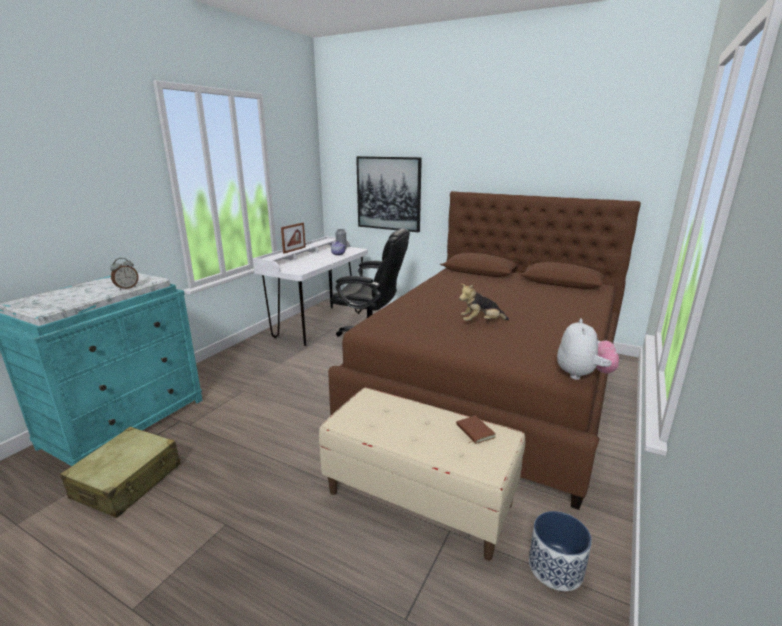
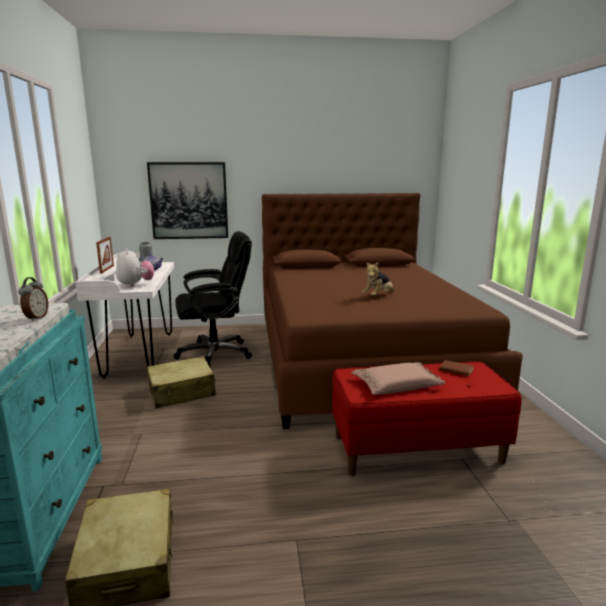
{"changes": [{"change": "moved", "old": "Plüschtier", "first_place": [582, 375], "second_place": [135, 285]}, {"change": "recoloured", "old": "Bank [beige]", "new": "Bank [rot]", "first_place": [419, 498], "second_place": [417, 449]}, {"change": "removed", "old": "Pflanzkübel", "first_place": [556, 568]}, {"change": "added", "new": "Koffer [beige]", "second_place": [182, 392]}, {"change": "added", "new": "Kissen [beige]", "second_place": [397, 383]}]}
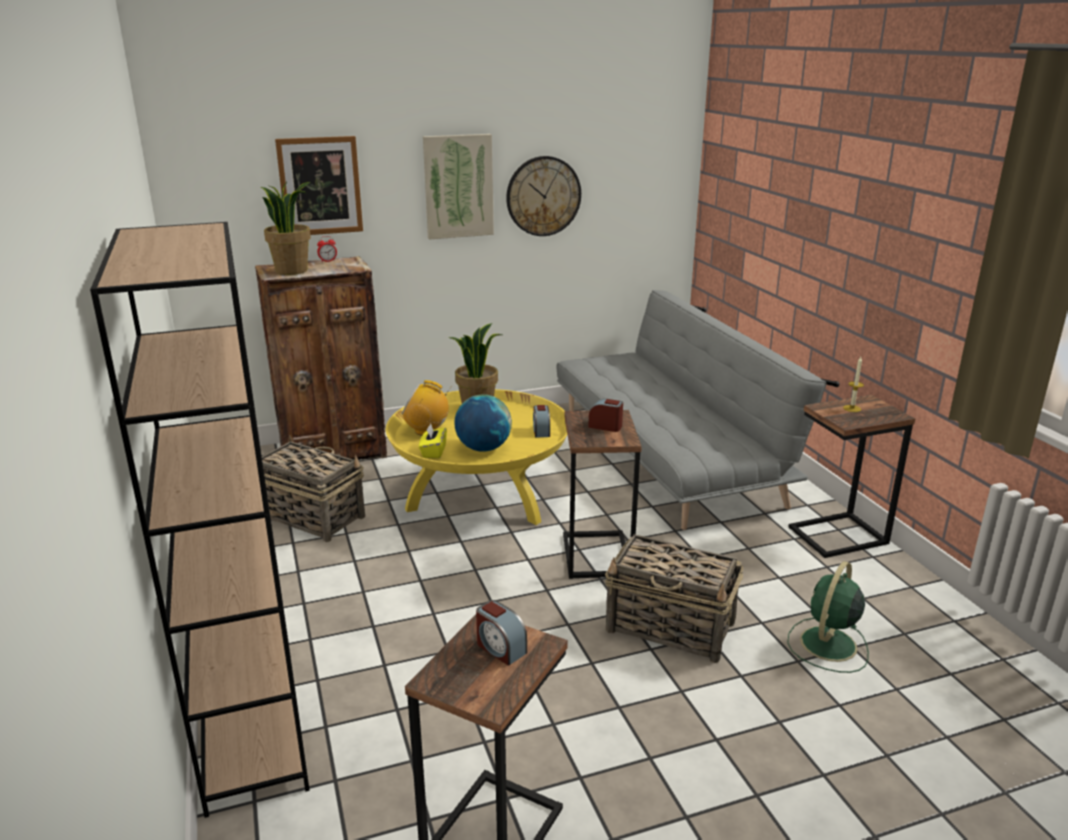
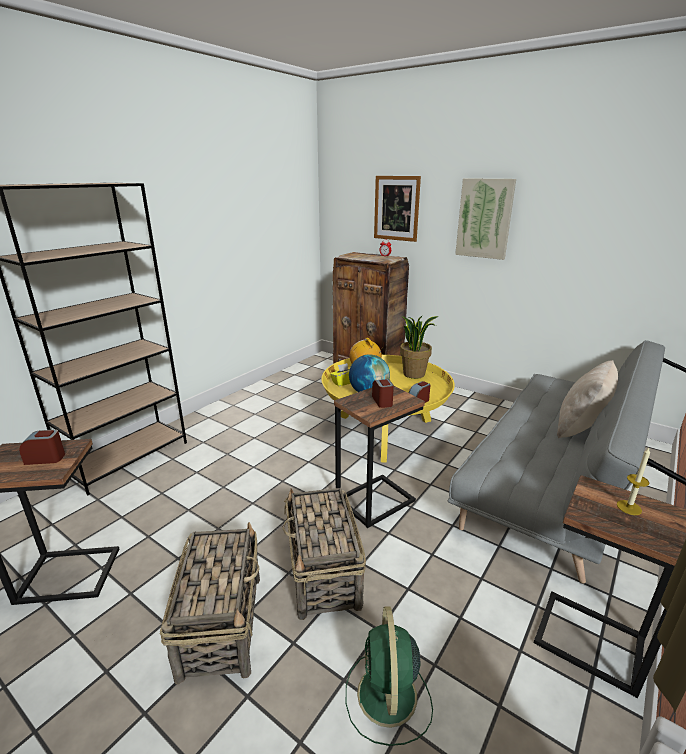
{"changes": [{"change": "removed", "old": "Wanduhr", "first_place": [543, 196]}, {"change": "removed", "old": "Topfpflanze", "first_place": [292, 270]}, {"change": "moved", "old": "Korb", "first_place": [311, 516], "second_place": [222, 623]}, {"change": "turned", "old": "Ventilator [grün]", "first_place": [827, 645], "second_place": [387, 697], "degrees": -90}, {"change": "turned", "old": "Wecker", "first_place": [500, 648], "second_place": [46, 458], "degrees": 75}, {"change": "added", "new": "Kissen [beige]", "second_place": [580, 428]}]}
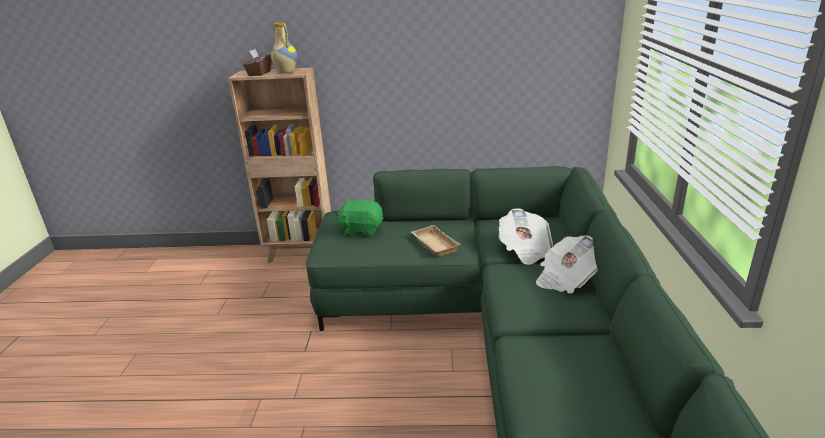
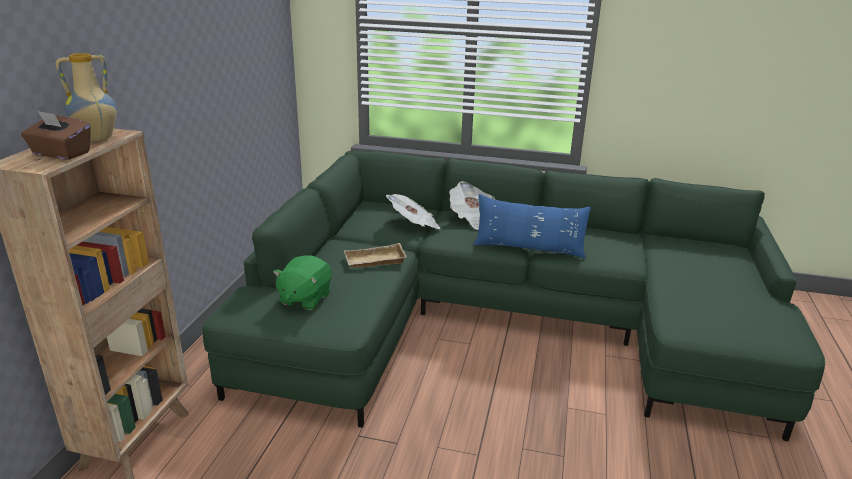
{"changes": [{"change": "added", "new": "Kissen [blau]", "second_place": [528, 248]}]}
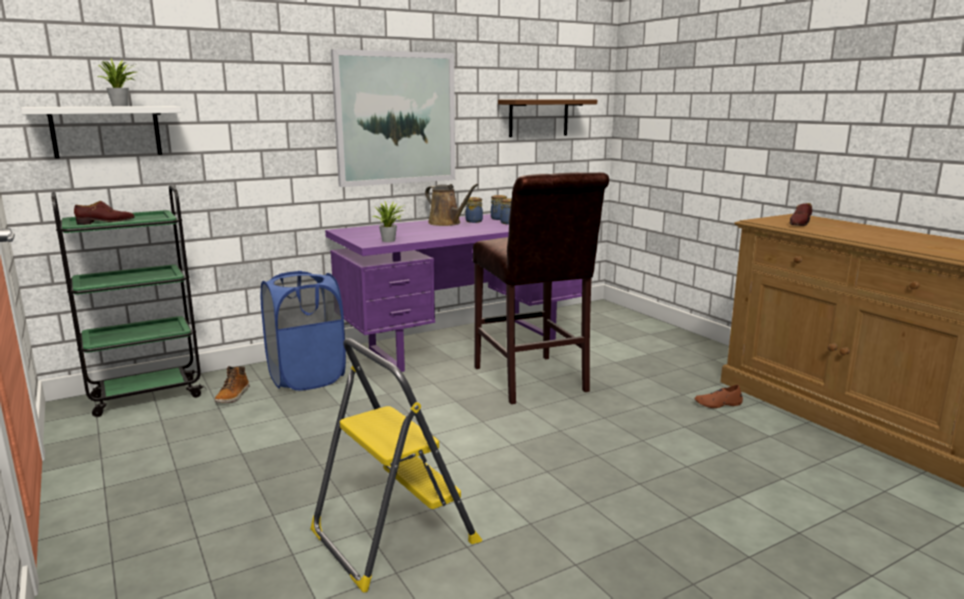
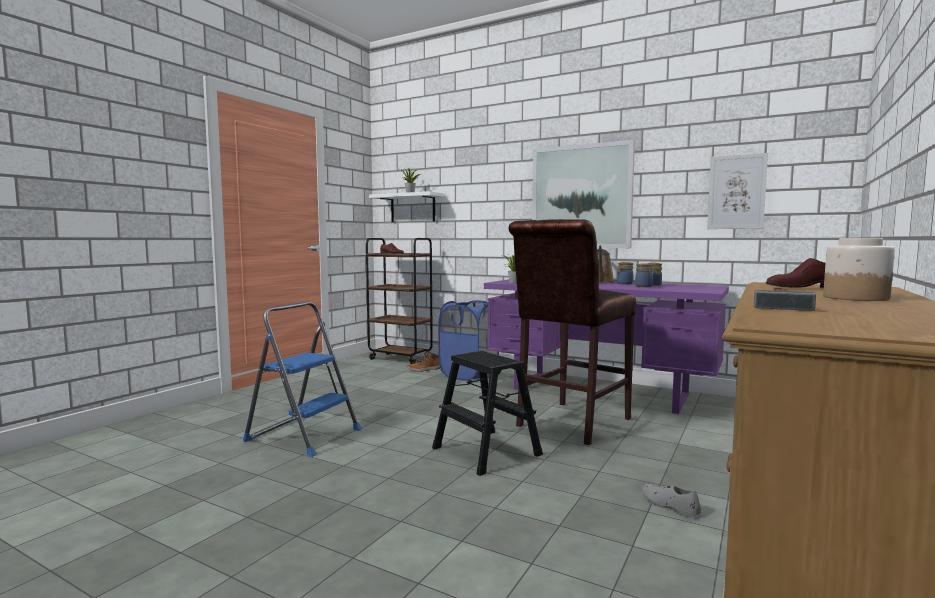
{"changes": [{"change": "replaced", "old": "Wandregal [braun]", "new": "Bild", "first_place": [538, 118], "second_place": [736, 192]}, {"change": "recoloured", "old": "Rollwagen [grün]", "new": "Rollwagen [braun]", "first_place": [148, 396], "second_place": [401, 359]}, {"change": "recoloured", "old": "Trittleiter [gelb]", "new": "Trittleiter [blau]", "first_place": [388, 537], "second_place": [301, 434]}, {"change": "recoloured", "old": "Schuh [braun]", "new": "Schuh [grau]", "first_place": [718, 404], "second_place": [669, 505]}, {"change": "added", "new": "Vorratsglas", "second_place": [854, 298]}, {"change": "added", "new": "Hammer", "second_place": [779, 302]}, {"change": "added", "new": "Trittleiter [schwarz]", "second_place": [486, 451]}]}
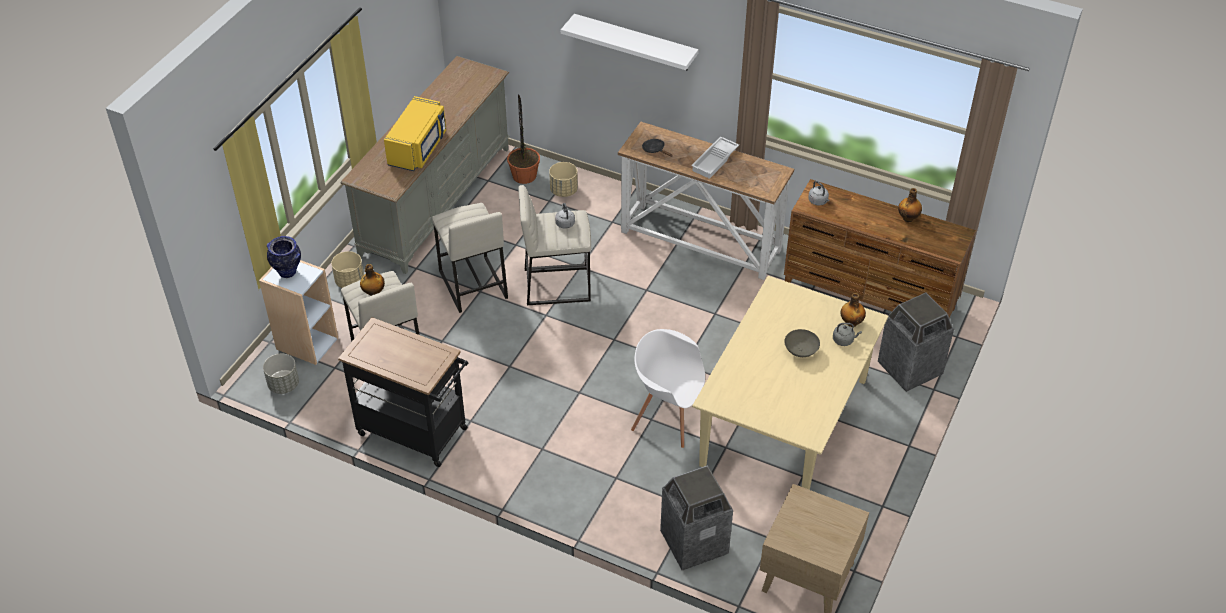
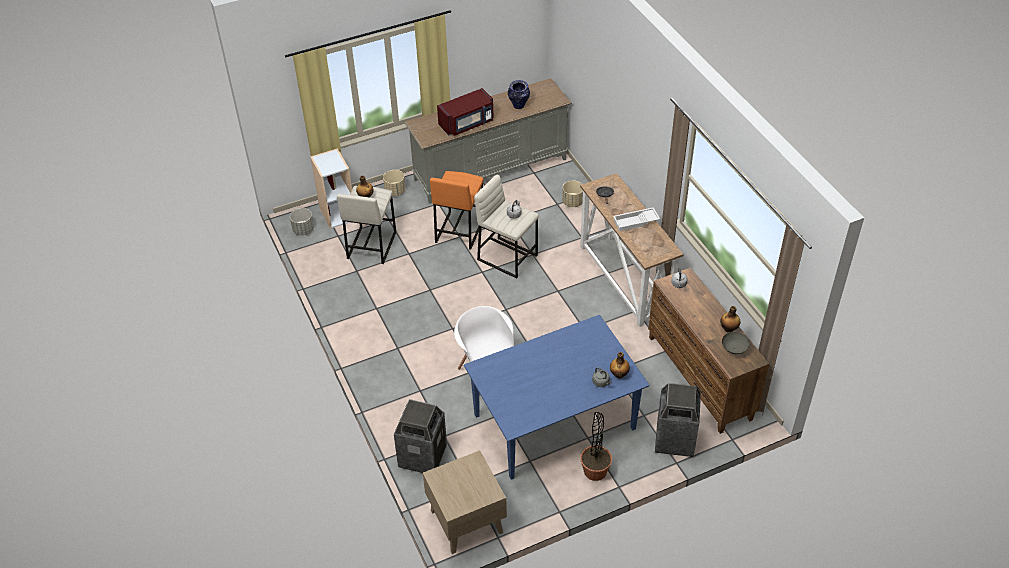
{"changes": [{"change": "removed", "old": "Wandregal [weiß]", "first_place": [635, 42]}, {"change": "moved", "old": "Topfpflanze", "first_place": [524, 176], "second_place": [595, 471]}, {"change": "recoloured", "old": "Mikrowelle [gelb]", "new": "Mikrowelle [rot]", "first_place": [418, 148], "second_place": [467, 123]}, {"change": "recoloured", "old": "Hocker [beige]", "new": "Hocker [orange]", "first_place": [473, 284], "second_place": [459, 230]}, {"change": "moved", "old": "Vase", "first_place": [288, 272], "second_place": [519, 106]}, {"change": "recoloured", "old": "Esstisch [beige]", "new": "Esstisch [blau]", "first_place": [784, 422], "second_place": [554, 421]}, {"change": "removed", "old": "Rollwagen [schwarz]", "first_place": [415, 433]}, {"change": "moved", "old": "Schüssel [grau]", "first_place": [801, 350], "second_place": [734, 349]}]}
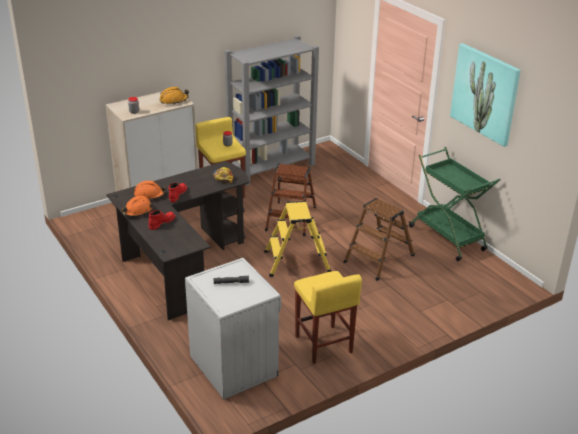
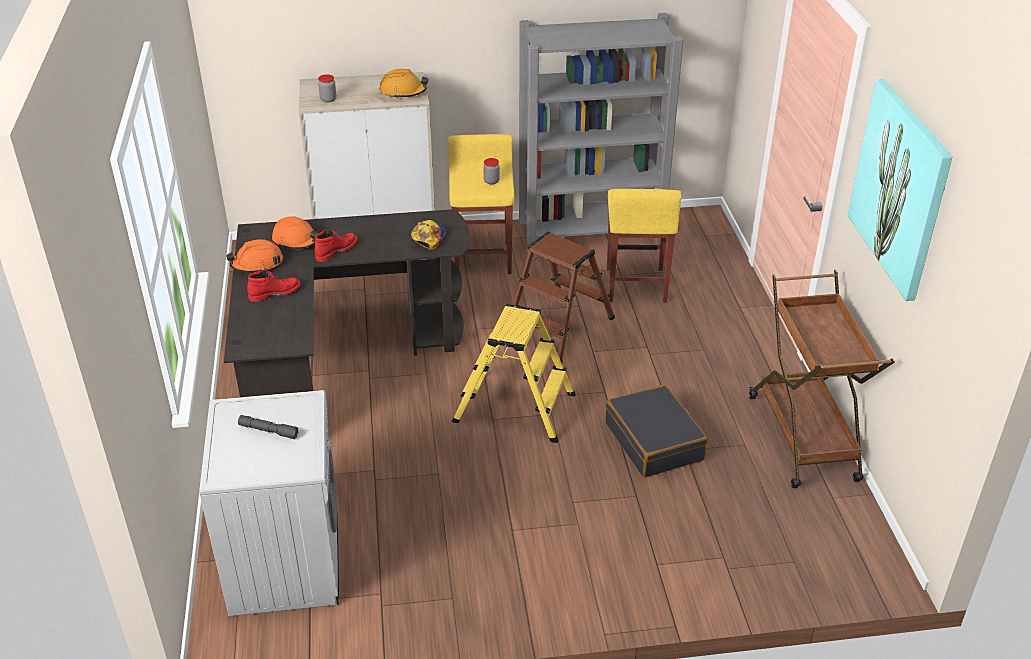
{"changes": [{"change": "recoloured", "old": "Rollwagen [grün]", "new": "Rollwagen [braun]", "first_place": [447, 239], "second_place": [803, 439]}, {"change": "replaced", "old": "Trittleiter [braun]", "new": "Koffer [schwarz]", "first_place": [379, 258], "second_place": [654, 441]}, {"change": "moved", "old": "Hocker [gelb]", "first_place": [323, 345], "second_place": [635, 285]}]}
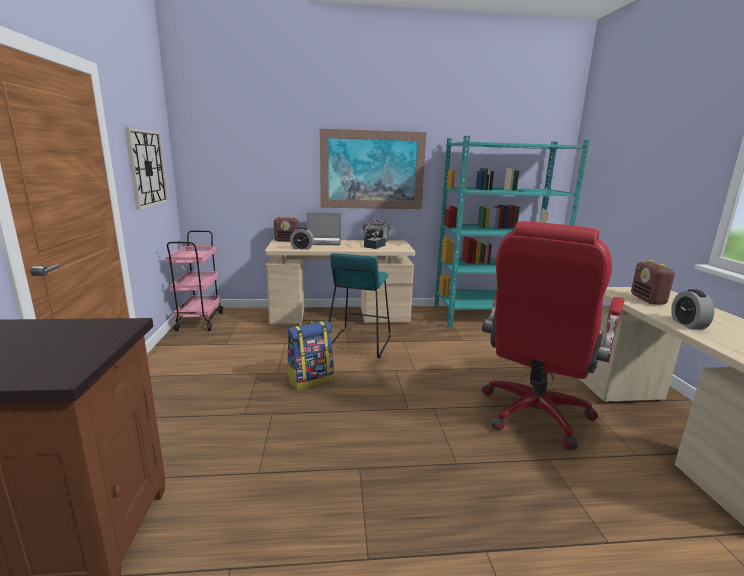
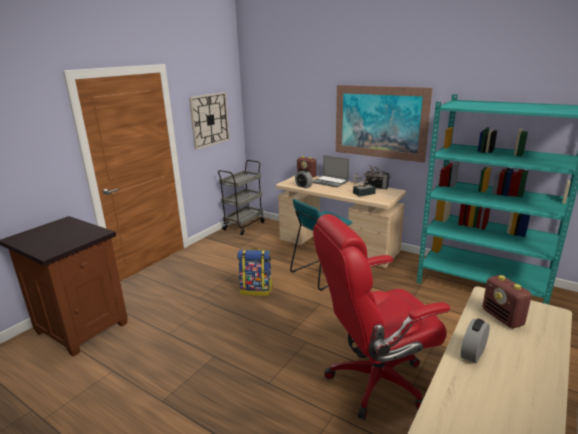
{"changes": [{"change": "recoloured", "old": "Rollwagen [rosa]", "new": "Rollwagen [grau]", "first_place": [200, 321], "second_place": [244, 226]}, {"change": "turned", "old": "Radio", "first_place": [648, 300], "second_place": [503, 318], "degrees": -60}]}
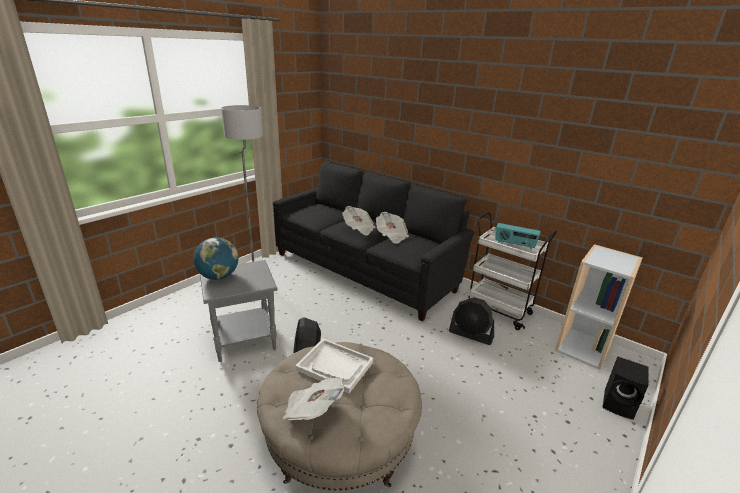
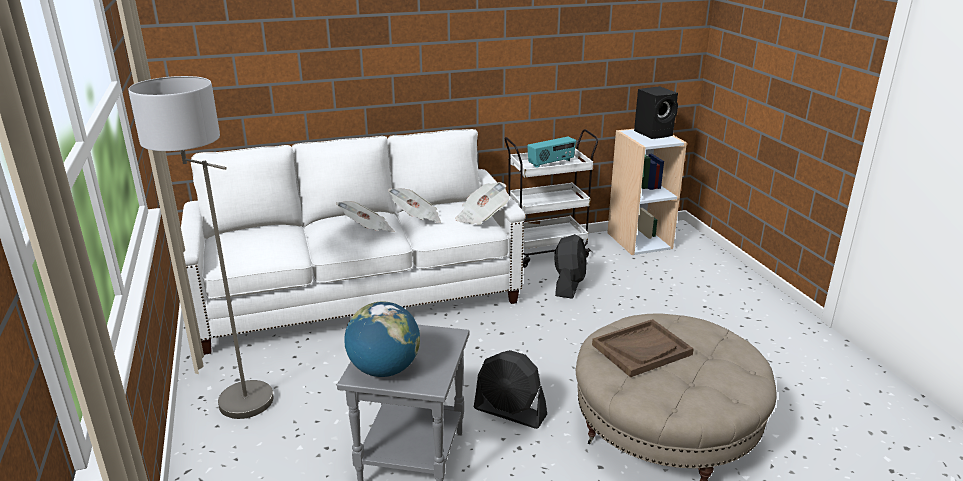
{"changes": [{"change": "recoloured", "old": "Sofa [schwarz]", "new": "Sofa [weiß]", "first_place": [366, 270], "second_place": [360, 296]}, {"change": "turned", "old": "Ventilator [schwarz]", "first_place": [471, 335], "second_place": [569, 285], "degrees": -45}, {"change": "recoloured", "old": "Tablett [weiß]", "new": "Tablett [braun]", "first_place": [335, 366], "second_place": [641, 349]}, {"change": "moved", "old": "Lautsprecher [schwarz]", "first_place": [619, 405], "second_place": [654, 133]}, {"change": "moved", "old": "Zeitung", "first_place": [312, 410], "second_place": [481, 217]}]}
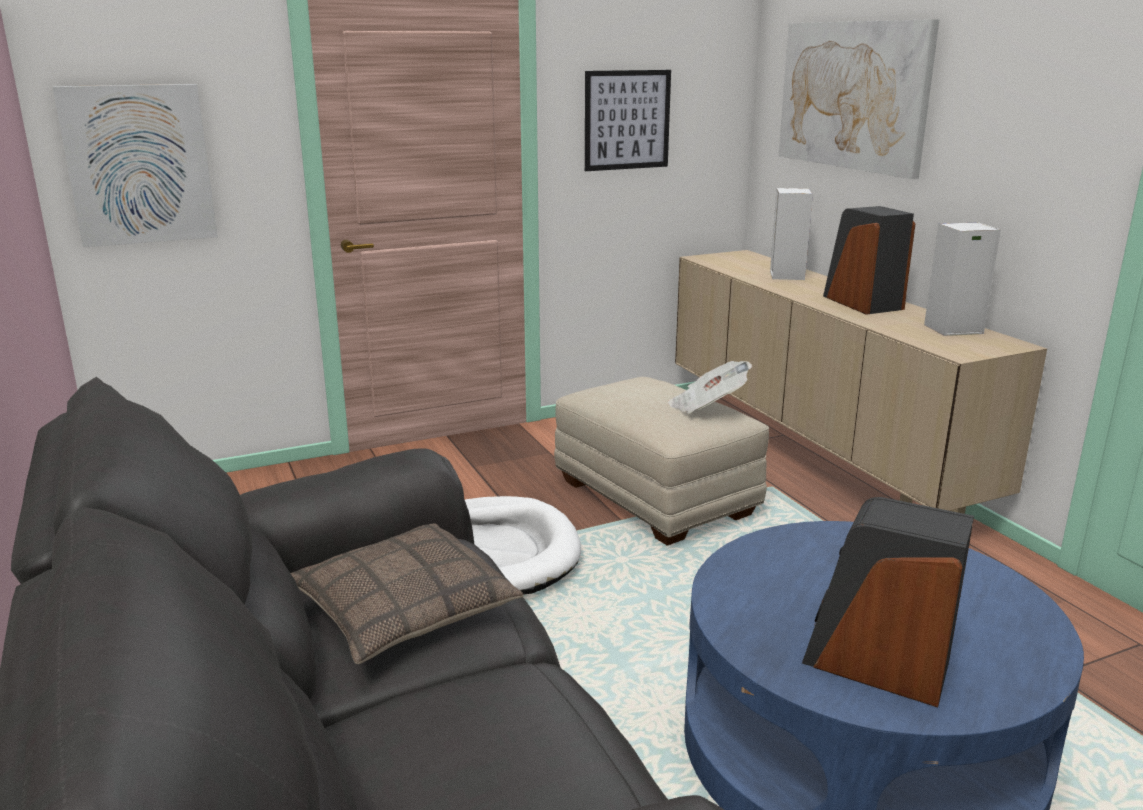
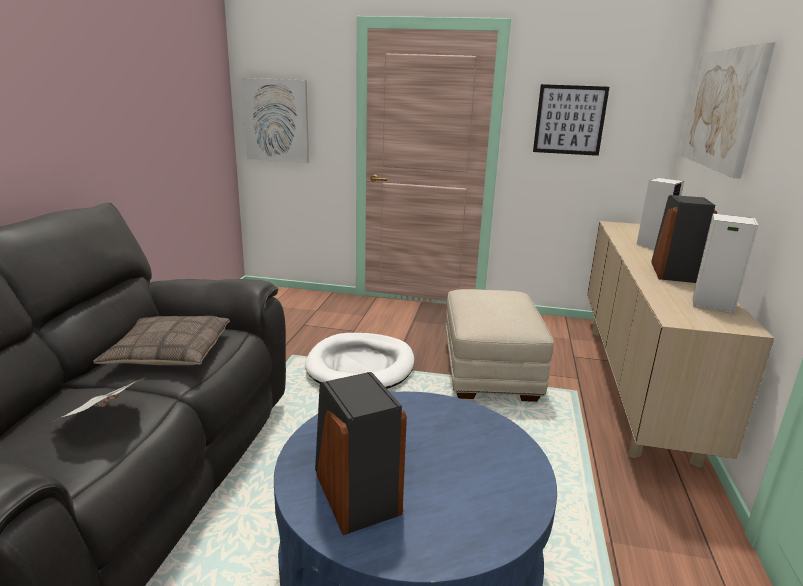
{"changes": [{"change": "moved", "old": "Zeitung", "first_place": [707, 406], "second_place": [103, 419]}]}
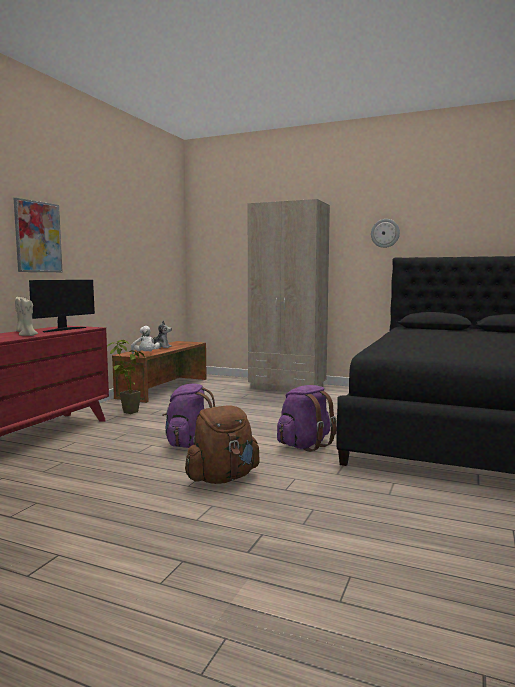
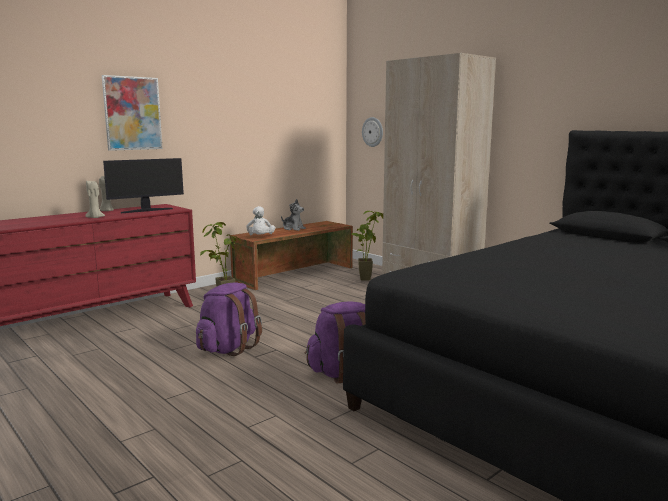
{"changes": [{"change": "moved", "old": "Wanduhr", "first_place": [385, 233], "second_place": [373, 132]}, {"change": "removed", "old": "Rucksack [braun]", "first_place": [222, 478]}, {"change": "added", "new": "Topfpflanze", "second_place": [366, 277]}]}
